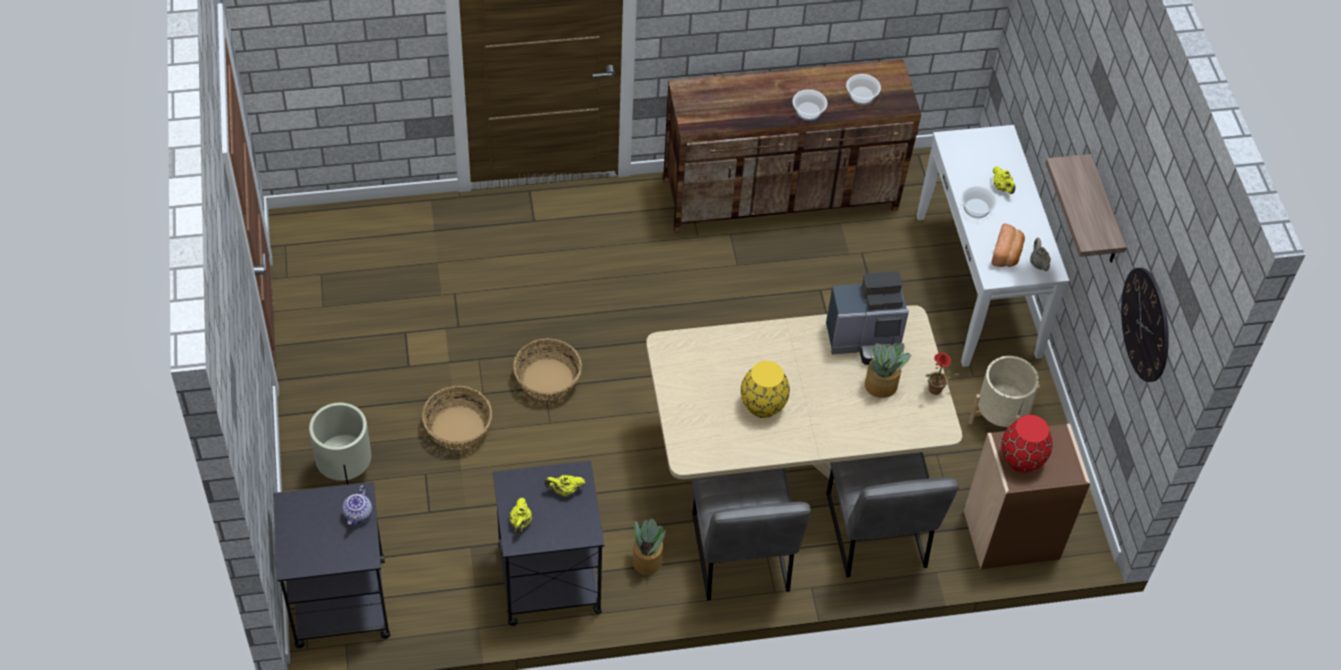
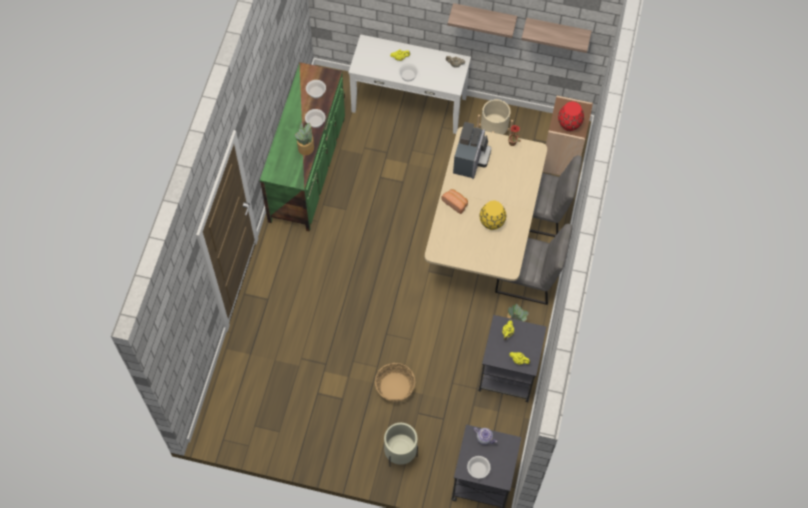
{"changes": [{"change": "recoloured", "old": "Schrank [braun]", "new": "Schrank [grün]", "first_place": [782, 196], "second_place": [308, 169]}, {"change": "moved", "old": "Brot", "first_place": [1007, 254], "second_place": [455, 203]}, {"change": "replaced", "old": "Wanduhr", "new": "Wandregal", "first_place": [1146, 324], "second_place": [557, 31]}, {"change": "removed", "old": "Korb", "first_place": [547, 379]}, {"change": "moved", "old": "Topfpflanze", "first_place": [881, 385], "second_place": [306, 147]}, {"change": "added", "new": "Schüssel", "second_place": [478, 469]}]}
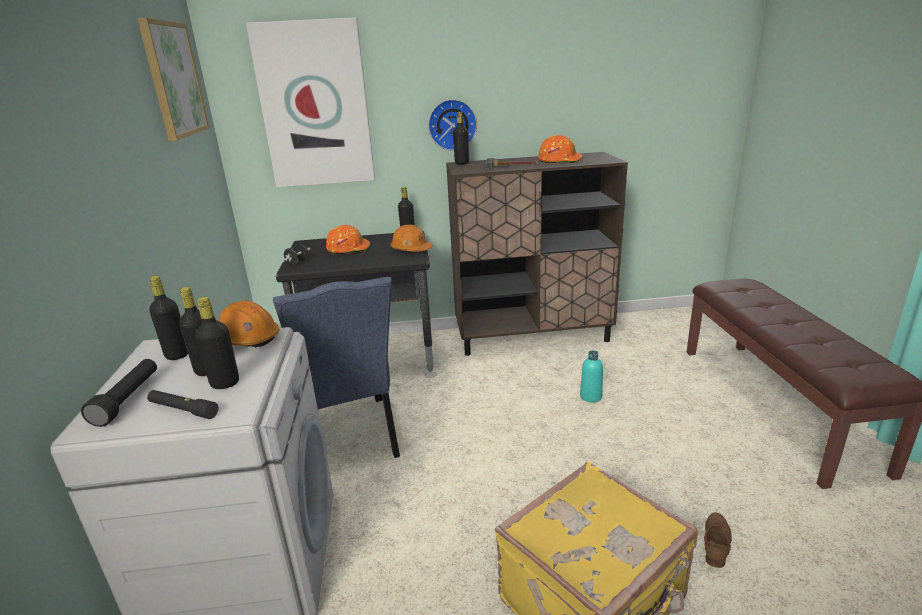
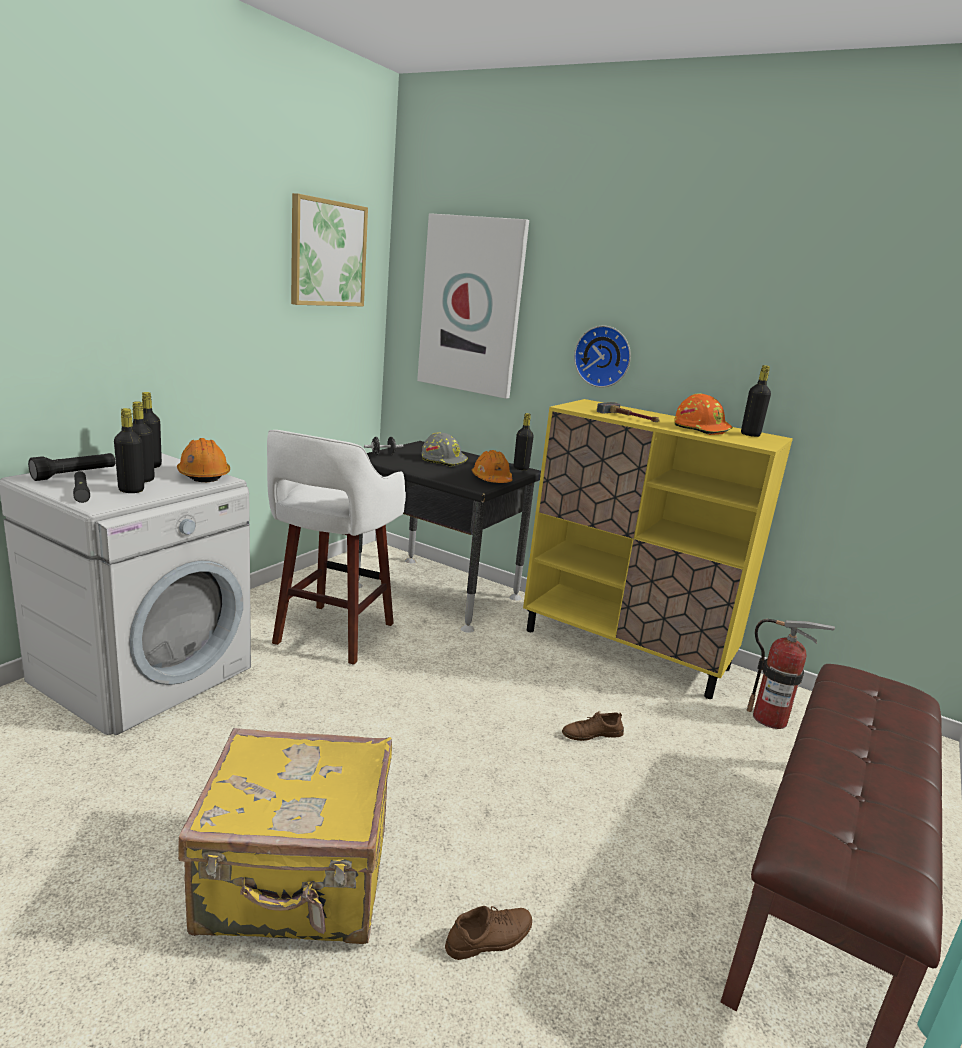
{"changes": [{"change": "moved", "old": "Flasche [schwarz]", "first_place": [461, 163], "second_place": [750, 434]}, {"change": "recoloured", "old": "Schrank [braun]", "new": "Schrank [gelb]", "first_place": [533, 336], "second_place": [626, 649]}, {"change": "recoloured", "old": "Schutzhelm [orange]", "new": "Schutzhelm [grau]", "first_place": [348, 249], "second_place": [444, 460]}, {"change": "replaced", "old": "Stuhl [blau]", "new": "Hocker [weiß]", "first_place": [350, 433], "second_place": [331, 636]}, {"change": "replaced", "old": "Flasche [türkis]", "new": "Schuh [braun]", "first_place": [591, 396], "second_place": [592, 734]}, {"change": "added", "new": "Feuerlöscher", "second_place": [769, 718]}]}
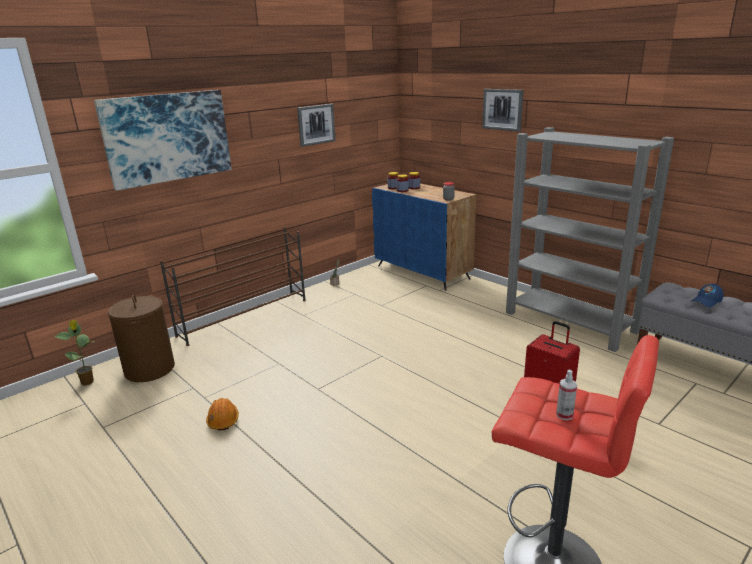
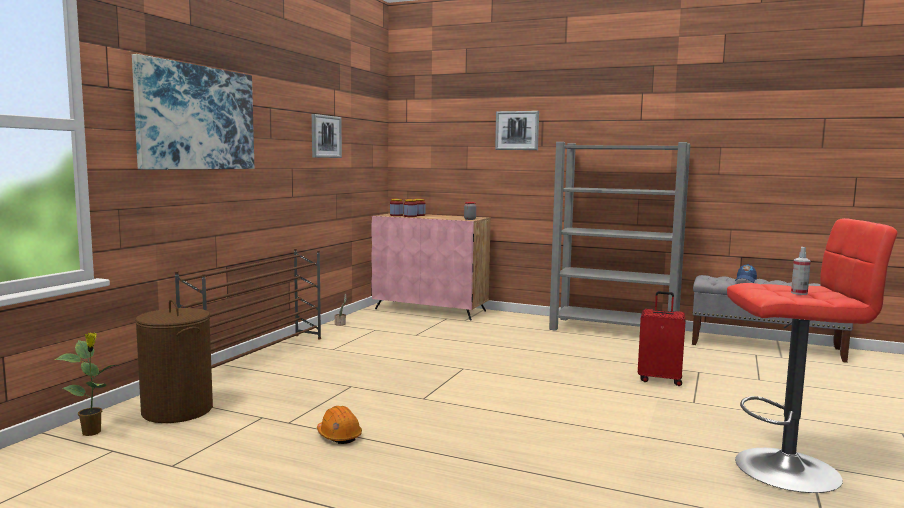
{"changes": [{"change": "recoloured", "old": "Schrank [blau]", "new": "Schrank [rosa]", "first_place": [423, 272], "second_place": [431, 310]}]}
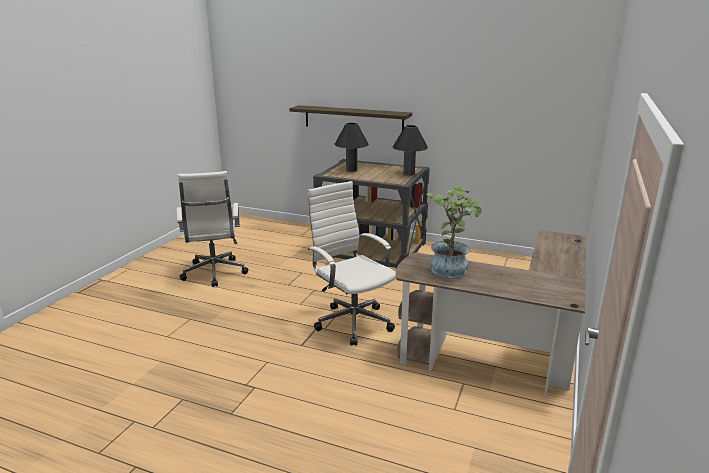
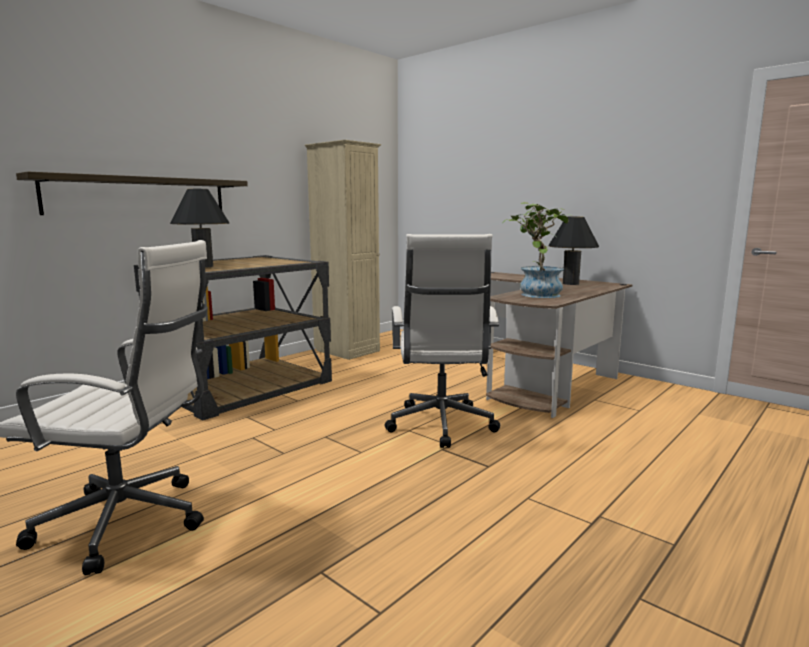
{"changes": [{"change": "moved", "old": "Tischlampe [schwarz]", "first_place": [409, 173], "second_place": [570, 283]}, {"change": "turned", "old": "Bürostuhl [weiß]", "first_place": [351, 321], "second_place": [441, 427], "degrees": -75}, {"change": "added", "new": "Schrank [beige]", "second_place": [348, 351]}]}
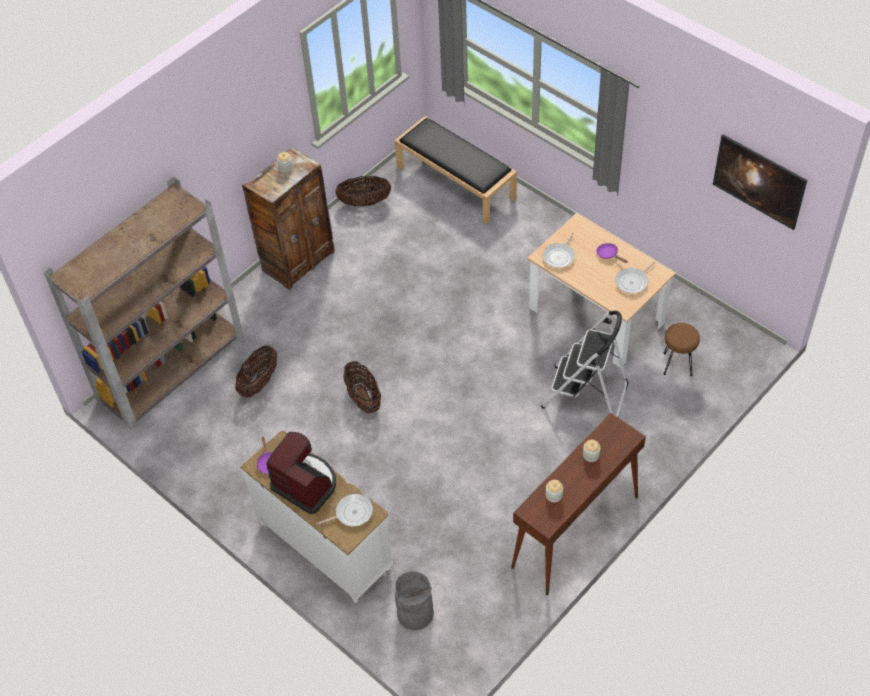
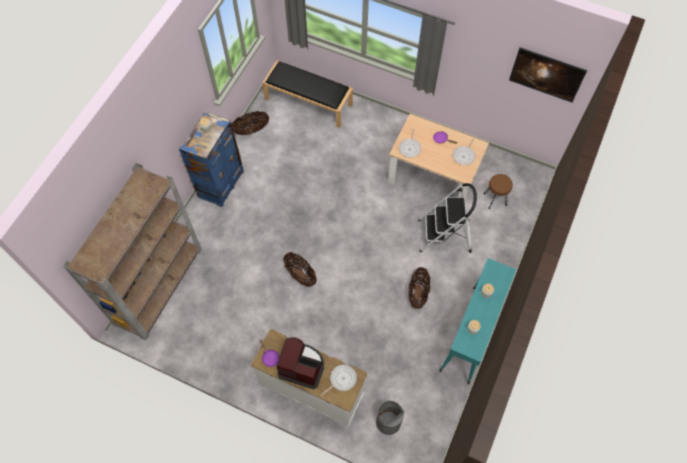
{"changes": [{"change": "recoloured", "old": "Schrank [braun]", "new": "Schrank [blau]", "first_place": [298, 261], "second_place": [221, 184]}, {"change": "moved", "old": "Korb", "first_place": [259, 382], "second_place": [418, 293]}, {"change": "recoloured", "old": "Konsolentisch [braun]", "new": "Konsolentisch [türkis]", "first_place": [575, 532], "second_place": [471, 335]}]}
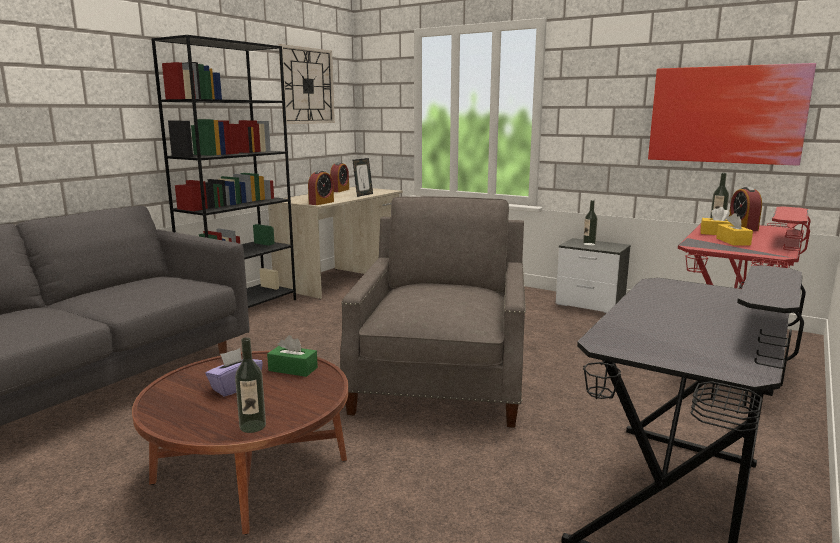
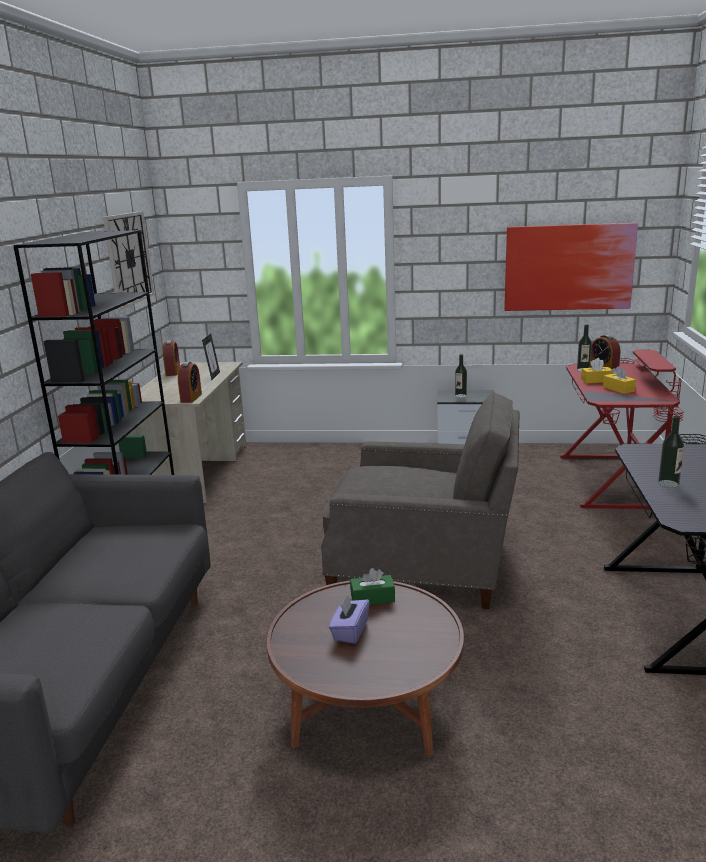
{"changes": [{"change": "turned", "old": "Sessel [grau]", "first_place": [441, 379], "second_place": [423, 563], "degrees": 120}, {"change": "moved", "old": "Flasche", "first_place": [252, 426], "second_place": [668, 484]}]}
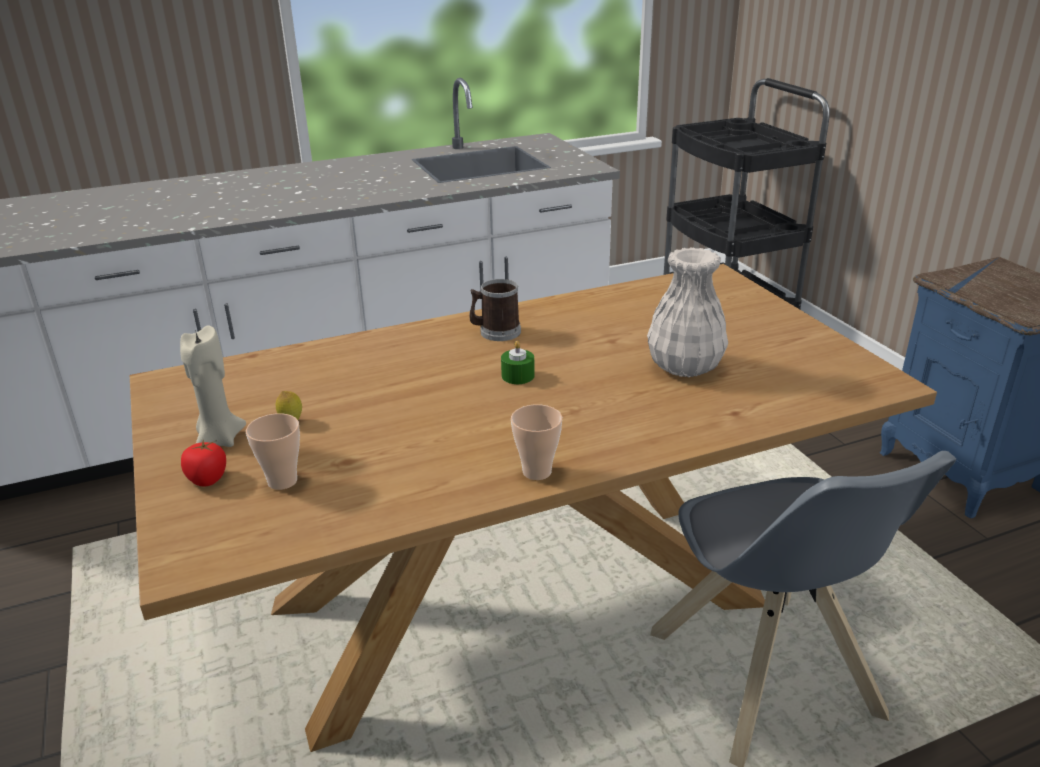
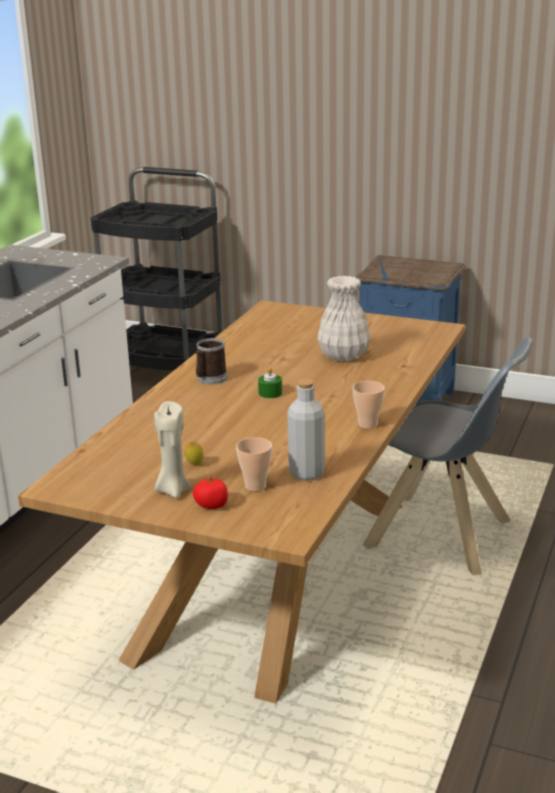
{"changes": [{"change": "added", "new": "Flasche [grau]", "second_place": [306, 473]}]}
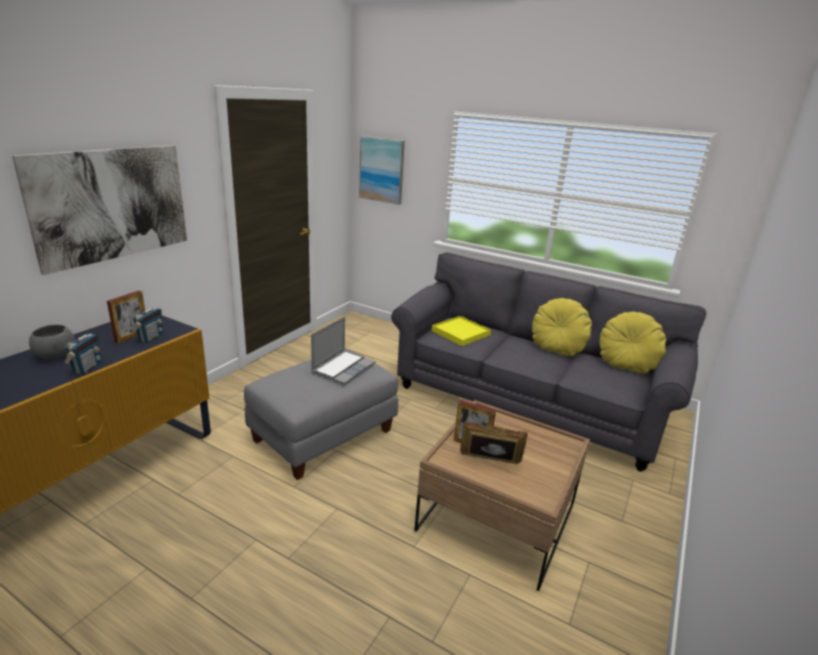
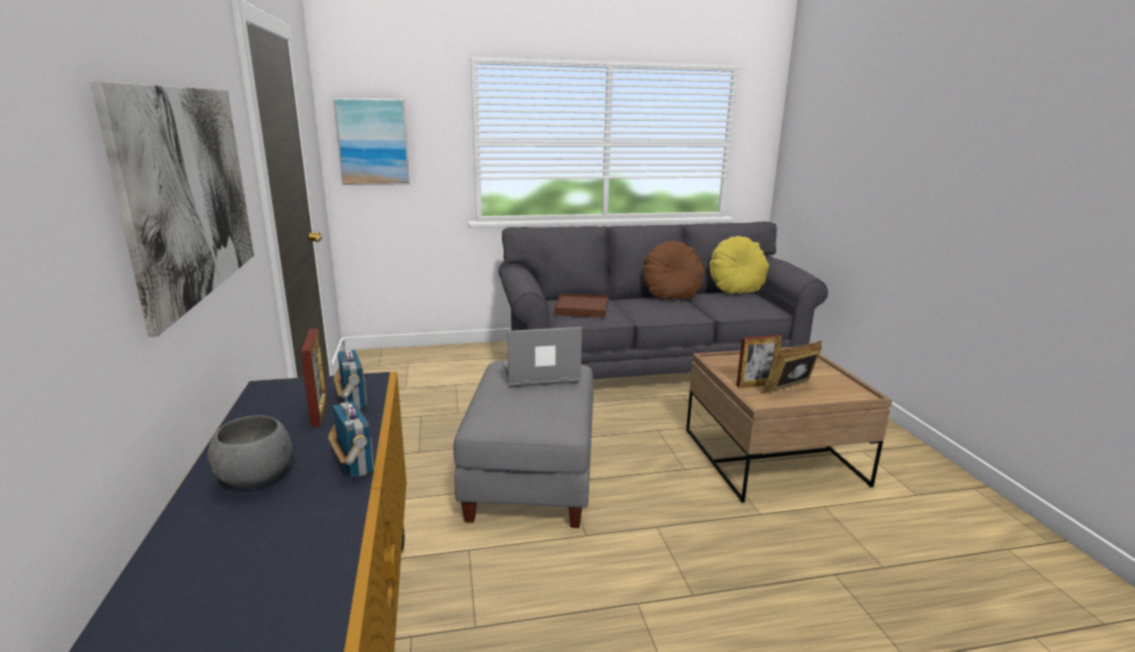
{"changes": [{"change": "recoloured", "old": "Kissen [gelb]", "new": "Kissen [braun]", "first_place": [556, 350], "second_place": [671, 297]}, {"change": "recoloured", "old": "Tablett [gelb]", "new": "Tablett [braun]", "first_place": [460, 333], "second_place": [581, 308]}, {"change": "turned", "old": "Laptop", "first_place": [343, 368], "second_place": [539, 375], "degrees": -90}]}
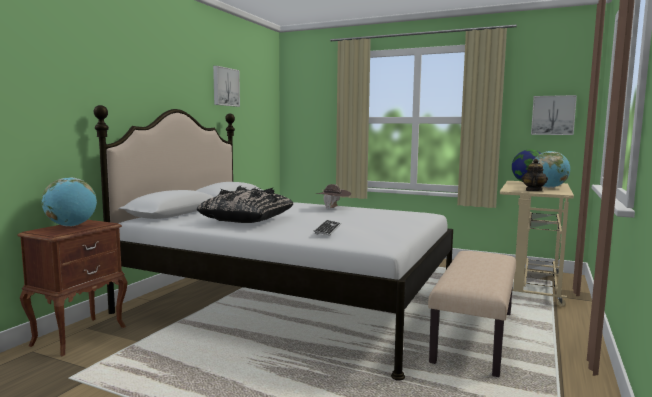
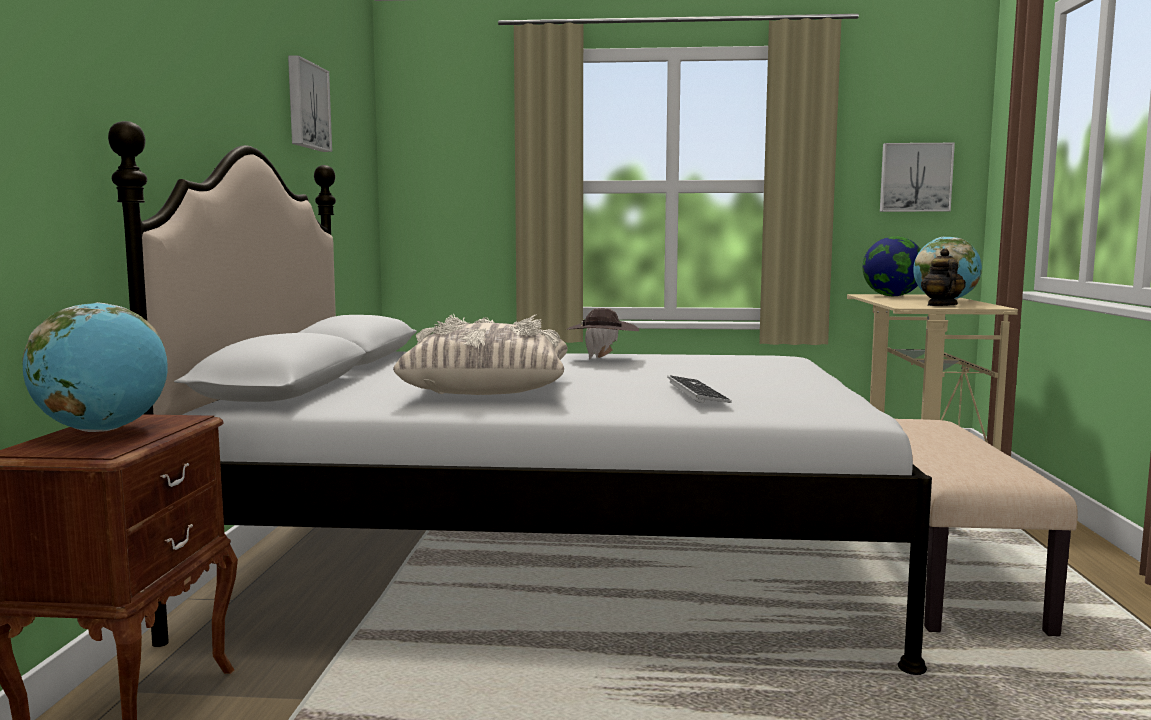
{"changes": [{"change": "recoloured", "old": "Kissen [schwarz]", "new": "Kissen [beige]", "first_place": [247, 221], "second_place": [488, 391]}]}
